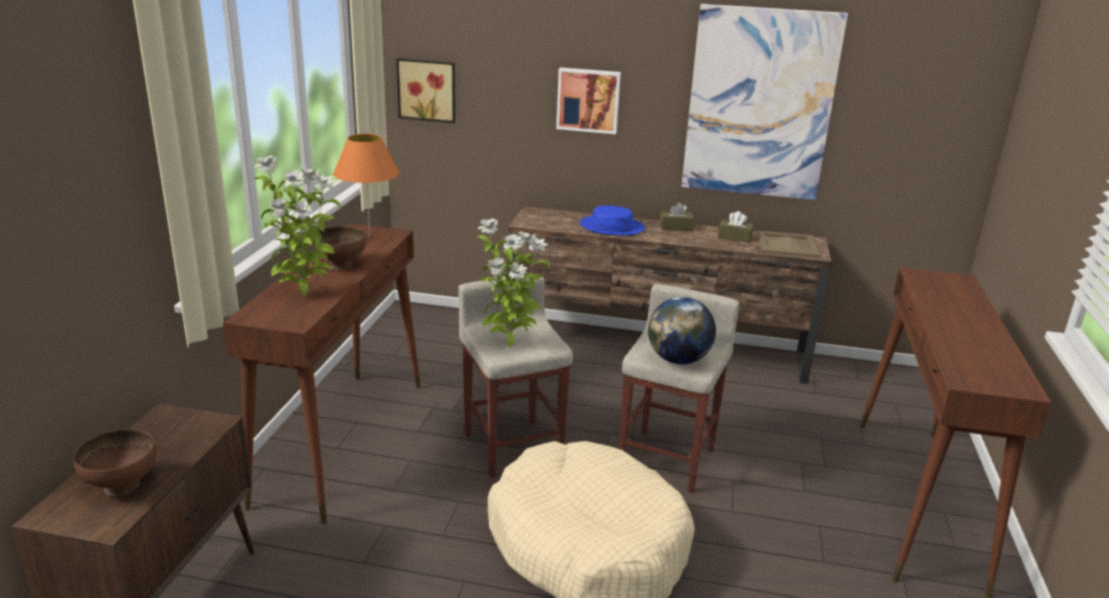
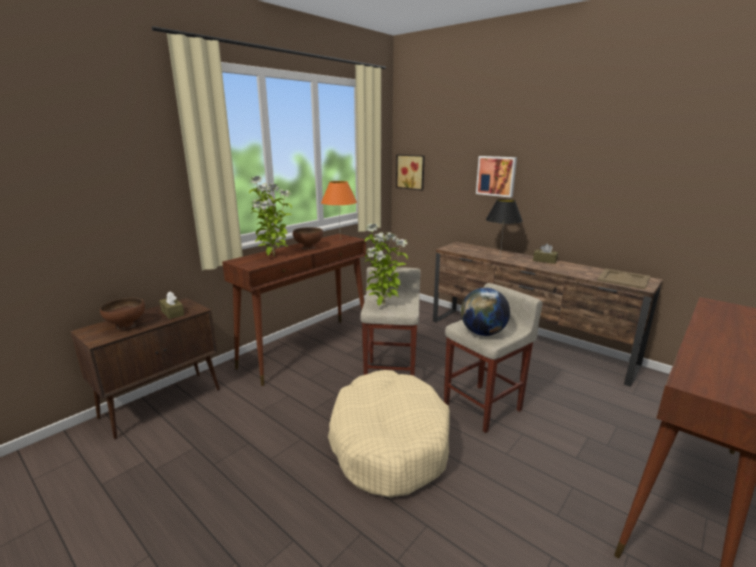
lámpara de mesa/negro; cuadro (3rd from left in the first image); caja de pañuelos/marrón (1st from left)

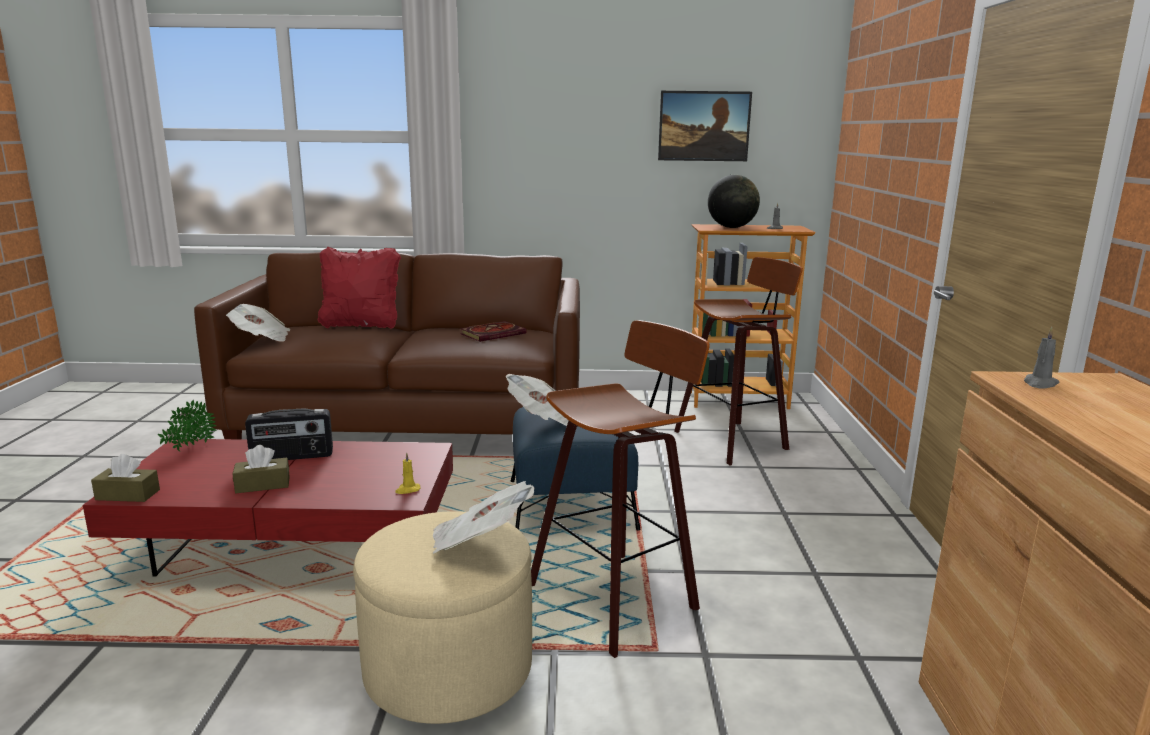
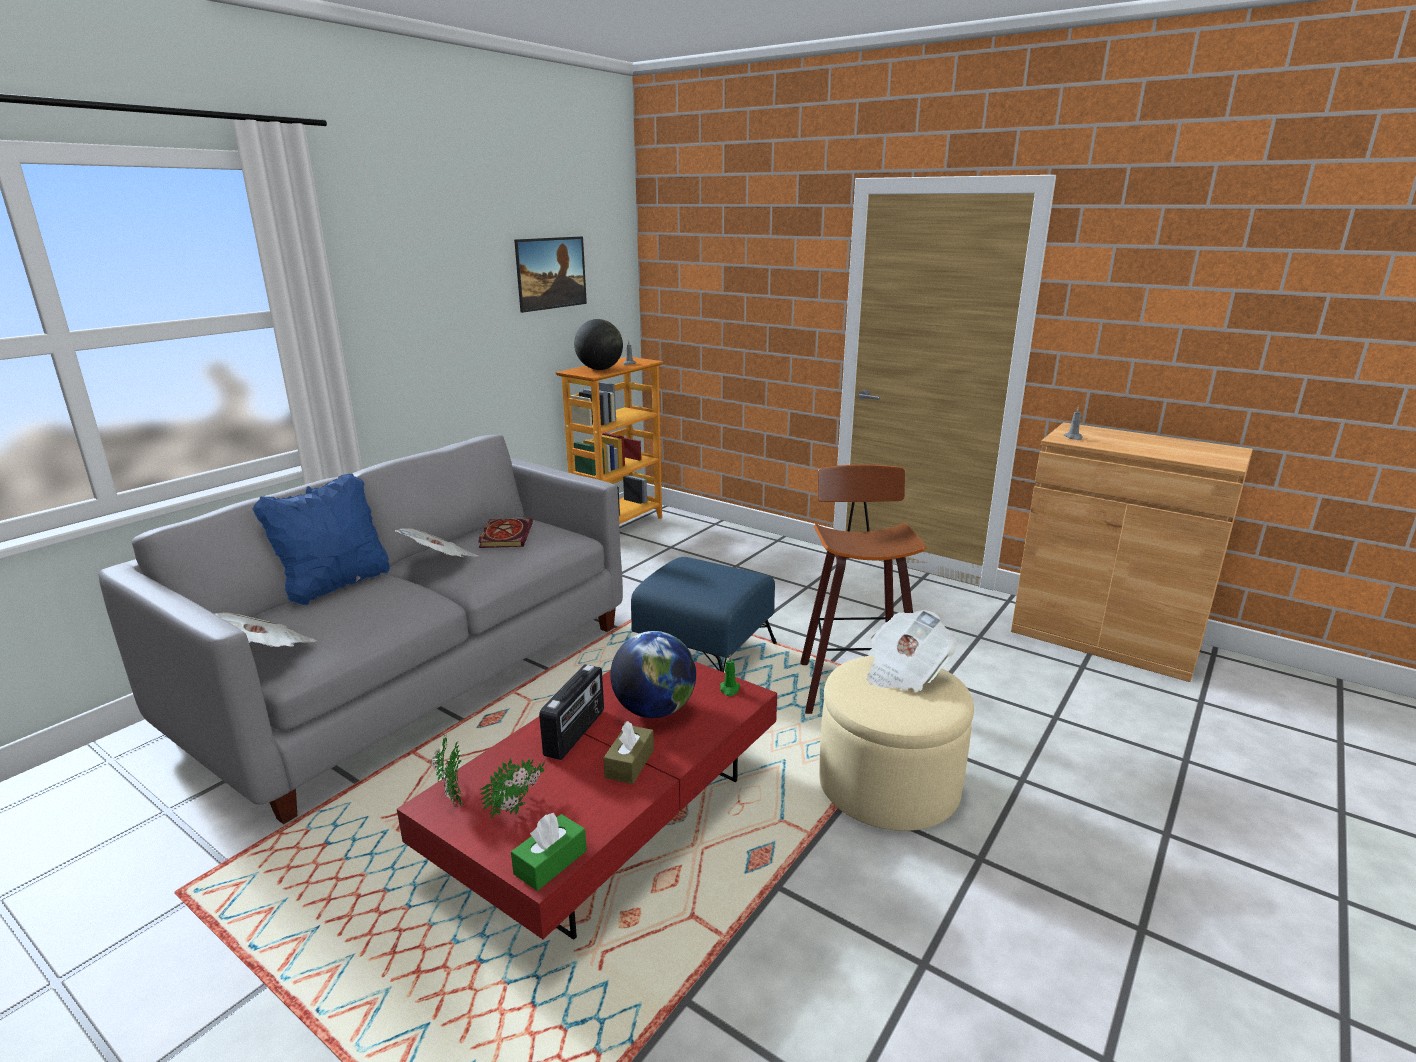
caja de pañuelos/verde; sofá/gris; cojín/azul; vela/verde; periódico (2nd from left); taburete (2nd from left in the first image); planta en maceta (2nd from left); globo terráqueo (2nd from left)

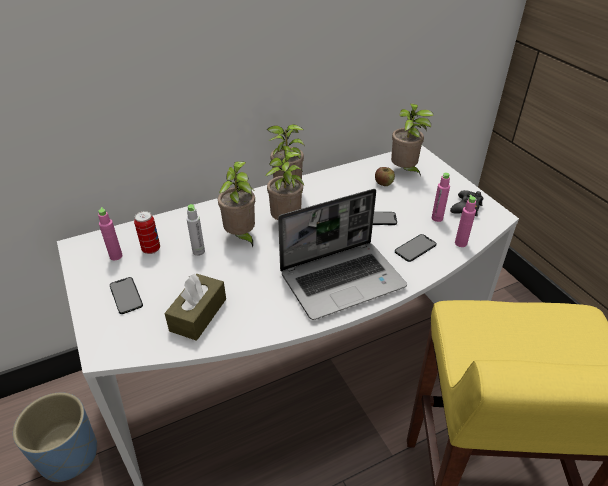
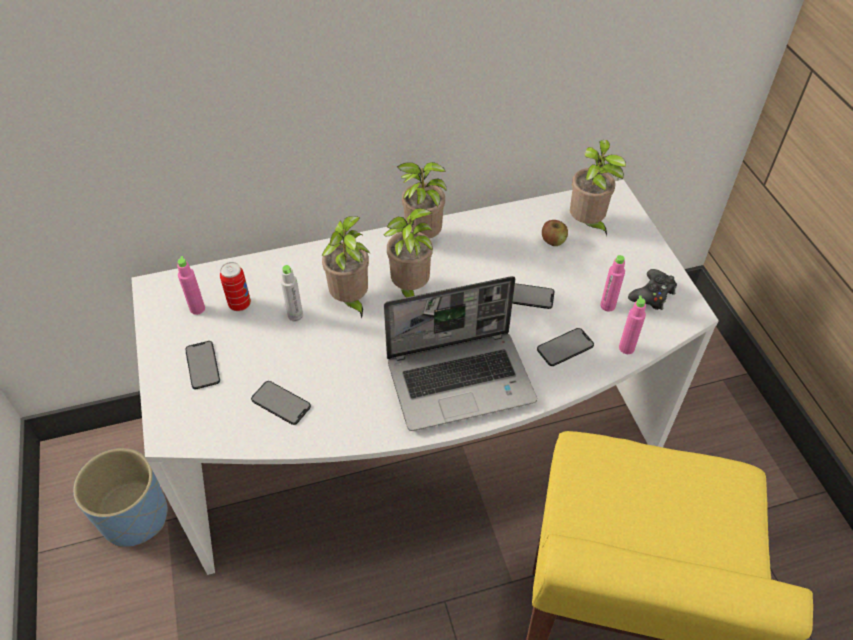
móvil (2nd from left)

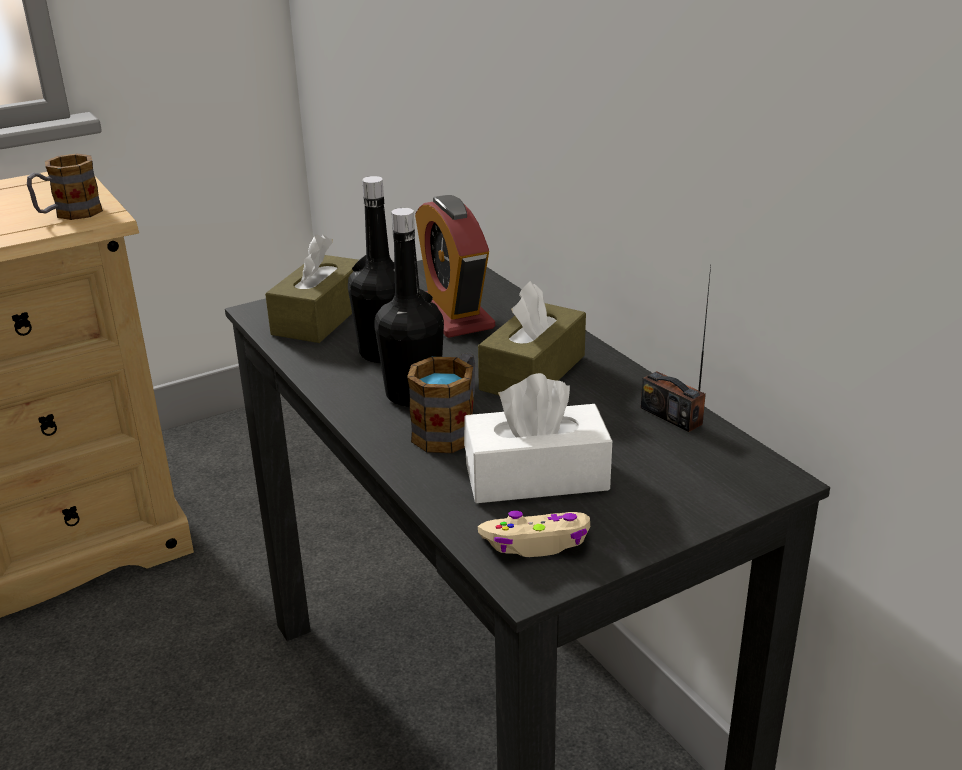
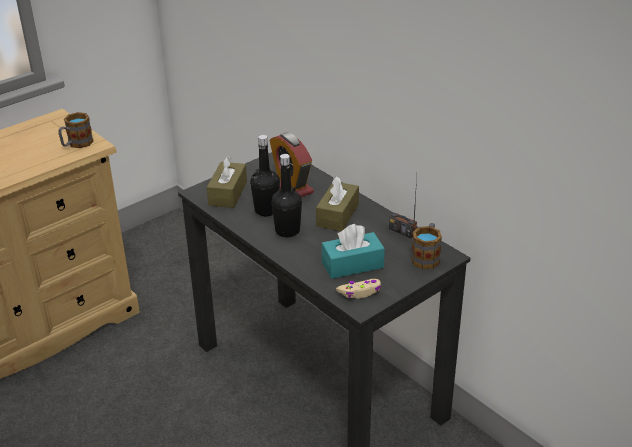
taza grande (2nd from left); caja de pañuelos/turquesa

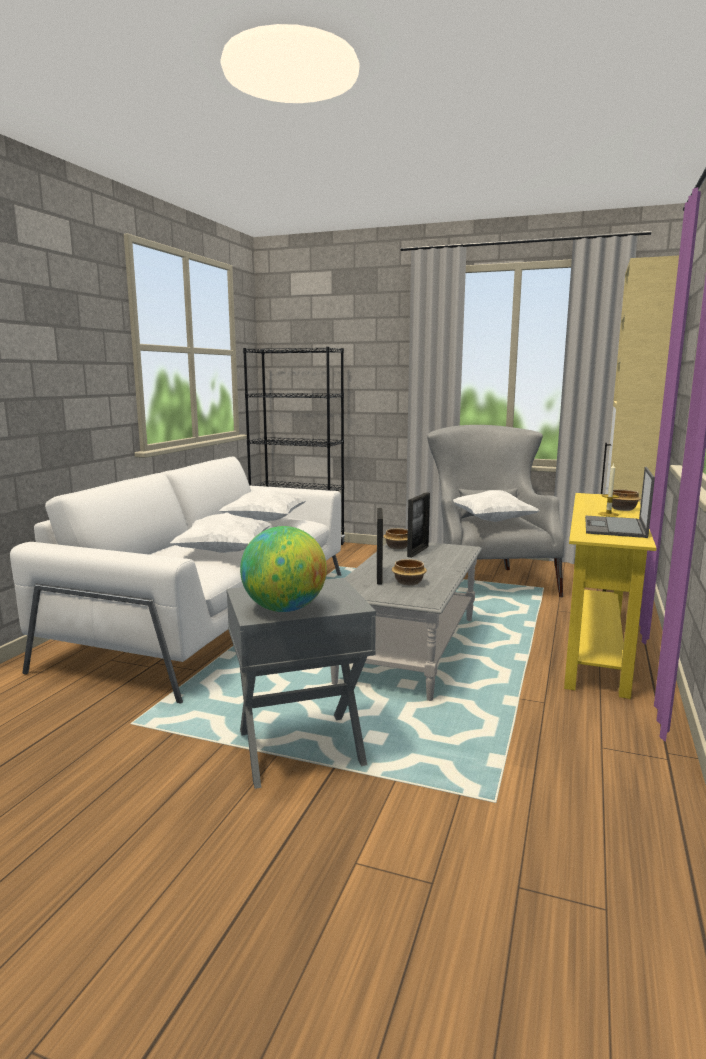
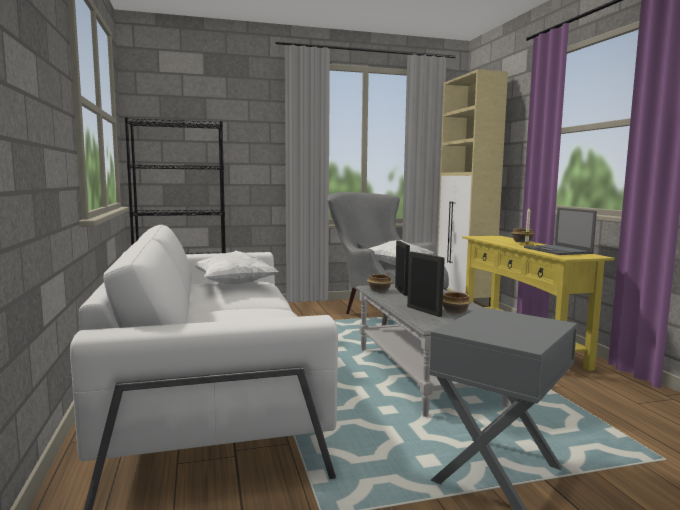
cojín/blanco (1st from left in the first image); globo terráqueo

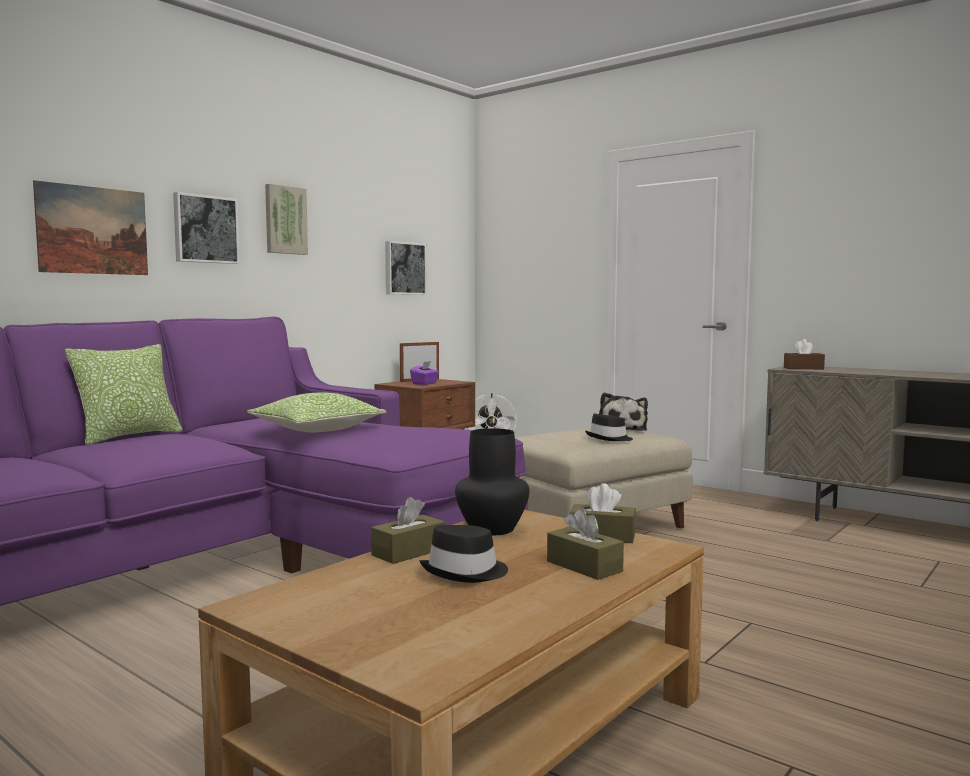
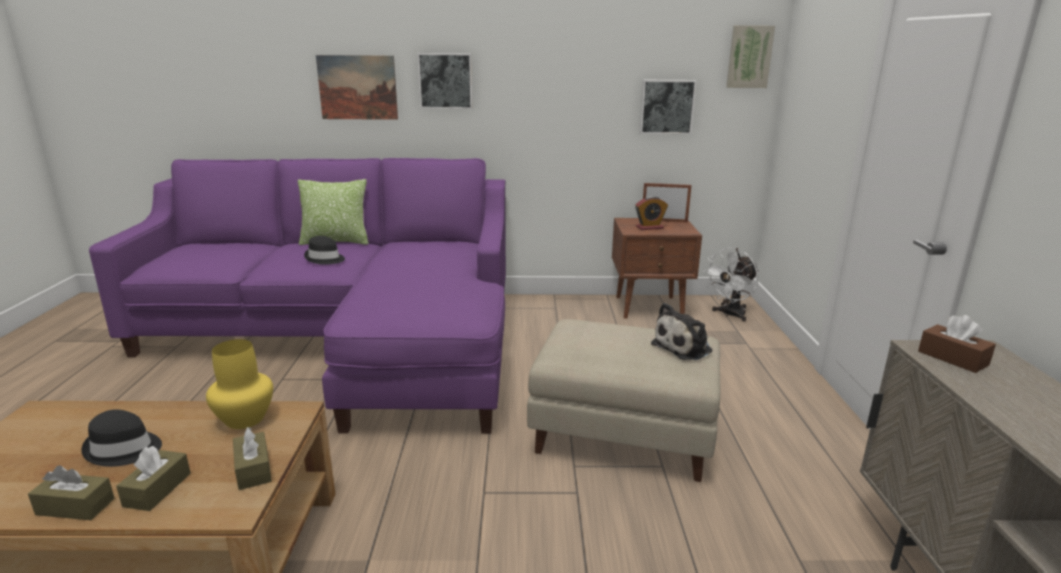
cojín (2nd from left in the first image); cuadro (4th from left); caja de pañuelos/marrón (1st from left); despertador; florero/amarillo; sombrero/negro (2nd from left)

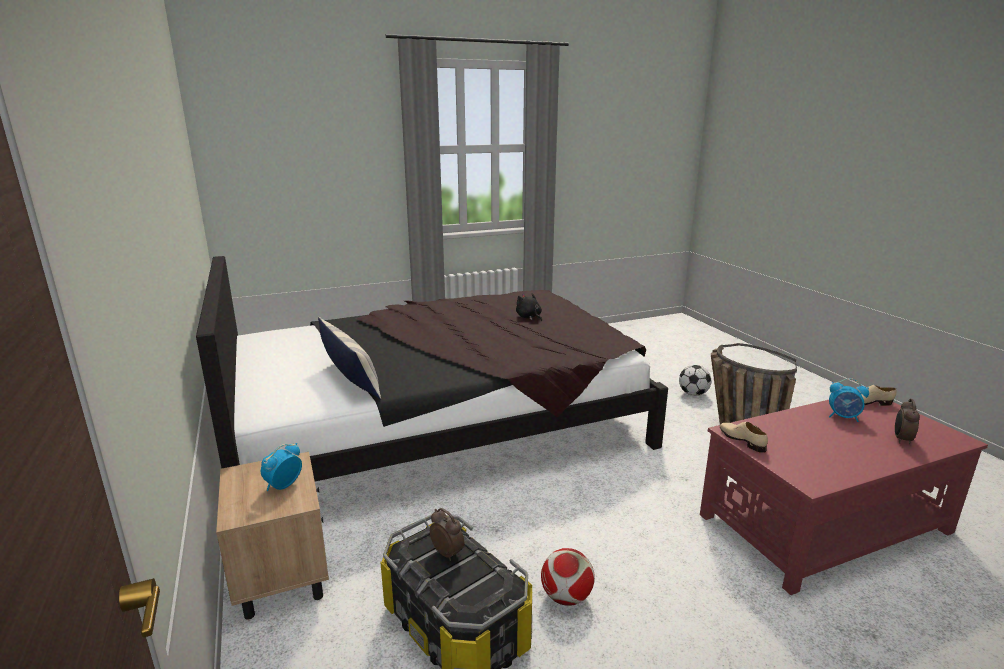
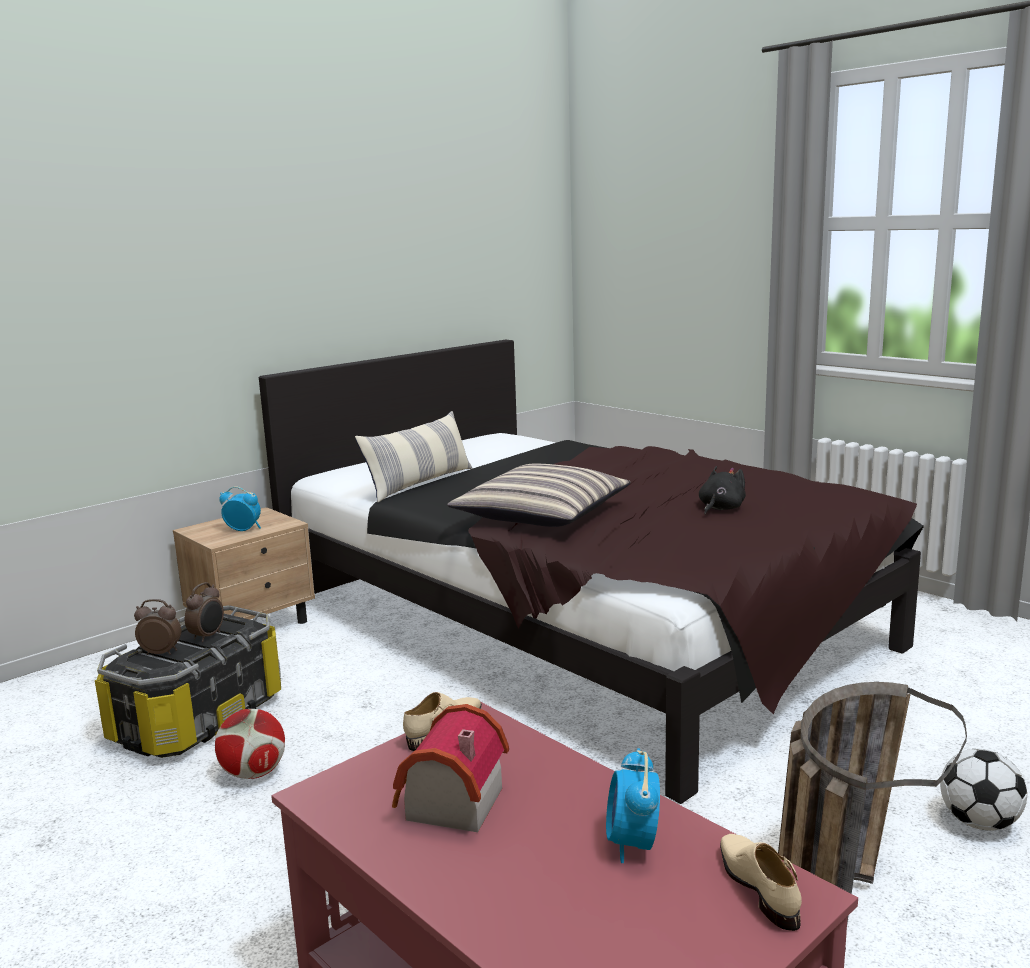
despertador (1st from left); casita; cojín (2nd from left)

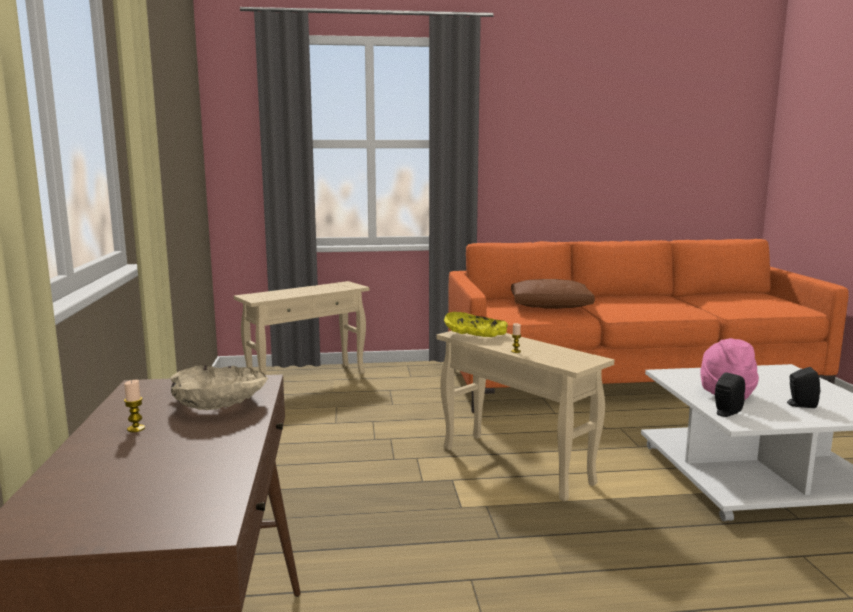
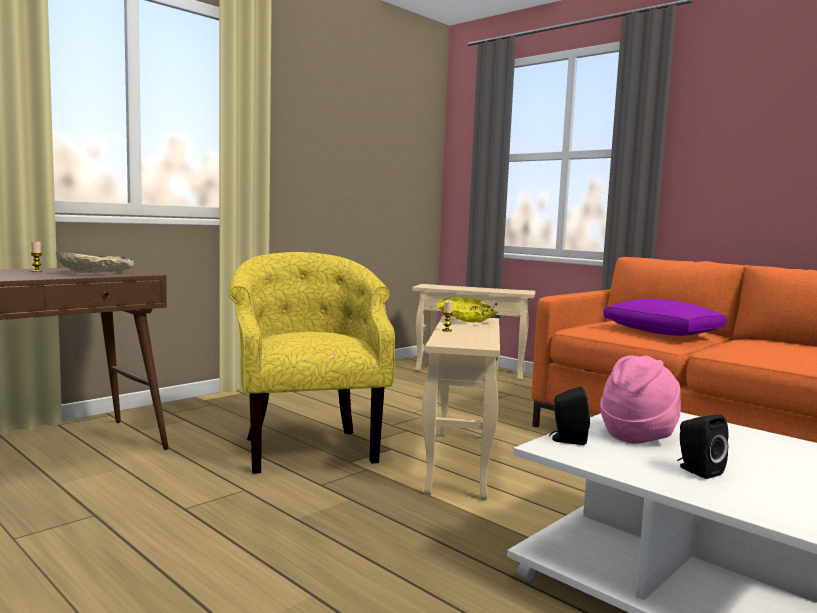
cojín/morado; sillón/amarillo

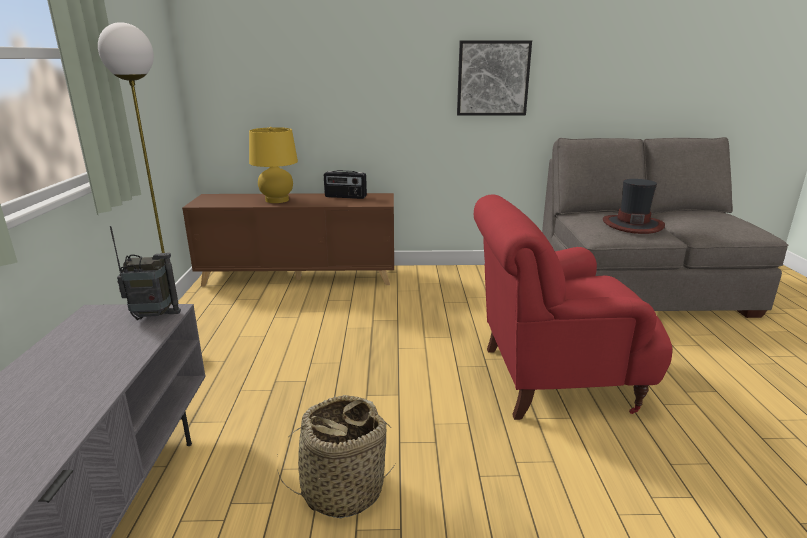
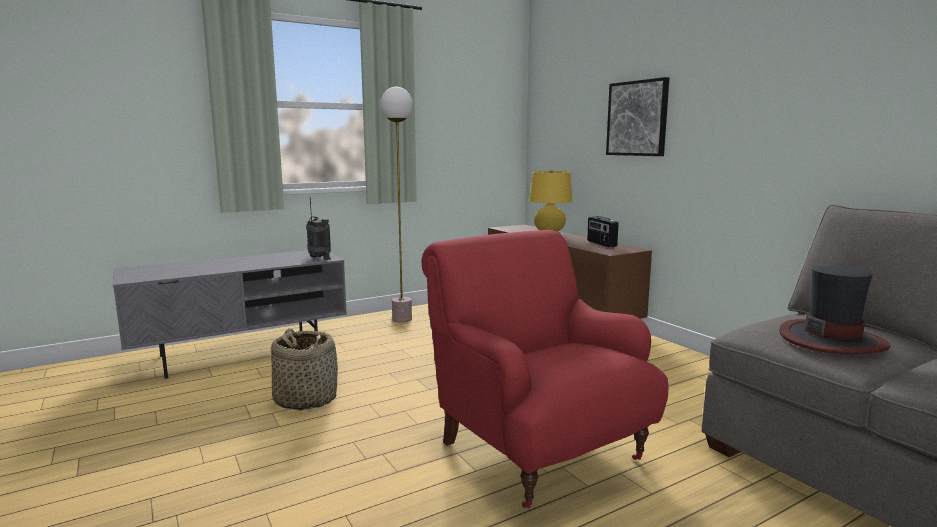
cuadro

